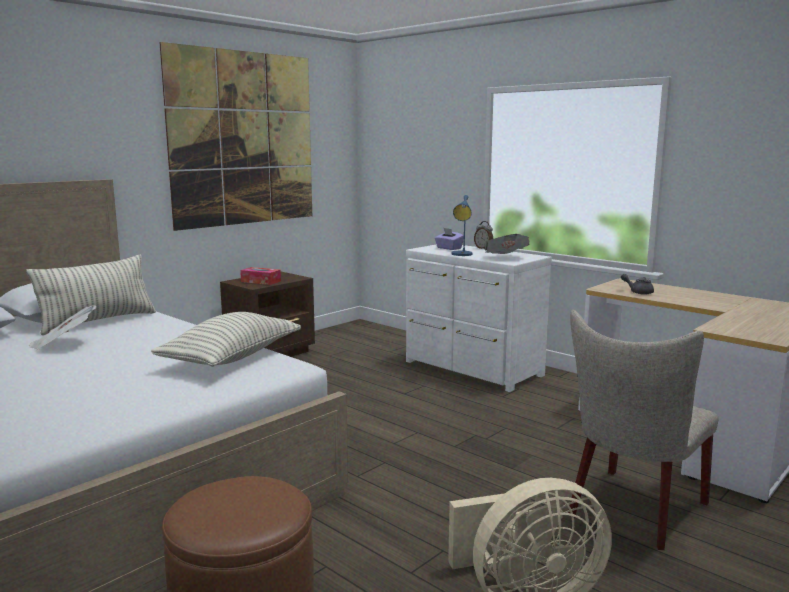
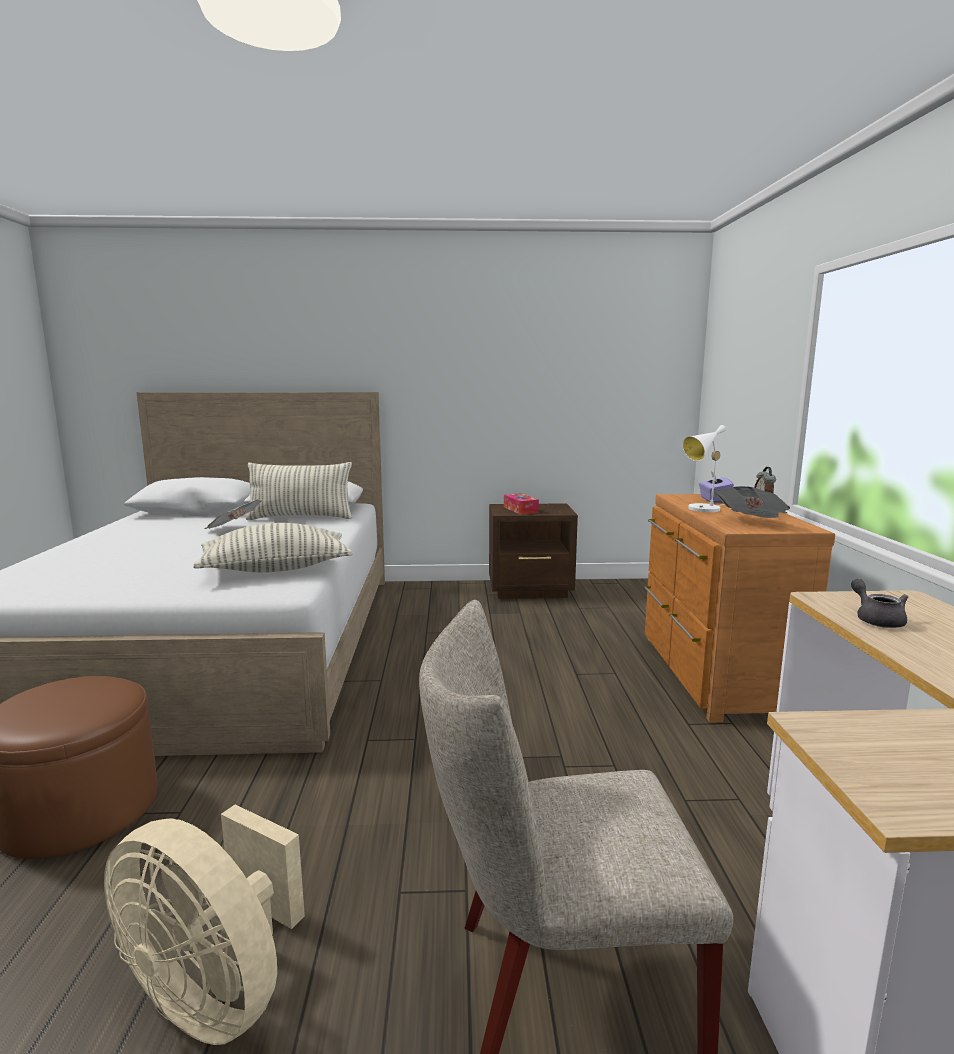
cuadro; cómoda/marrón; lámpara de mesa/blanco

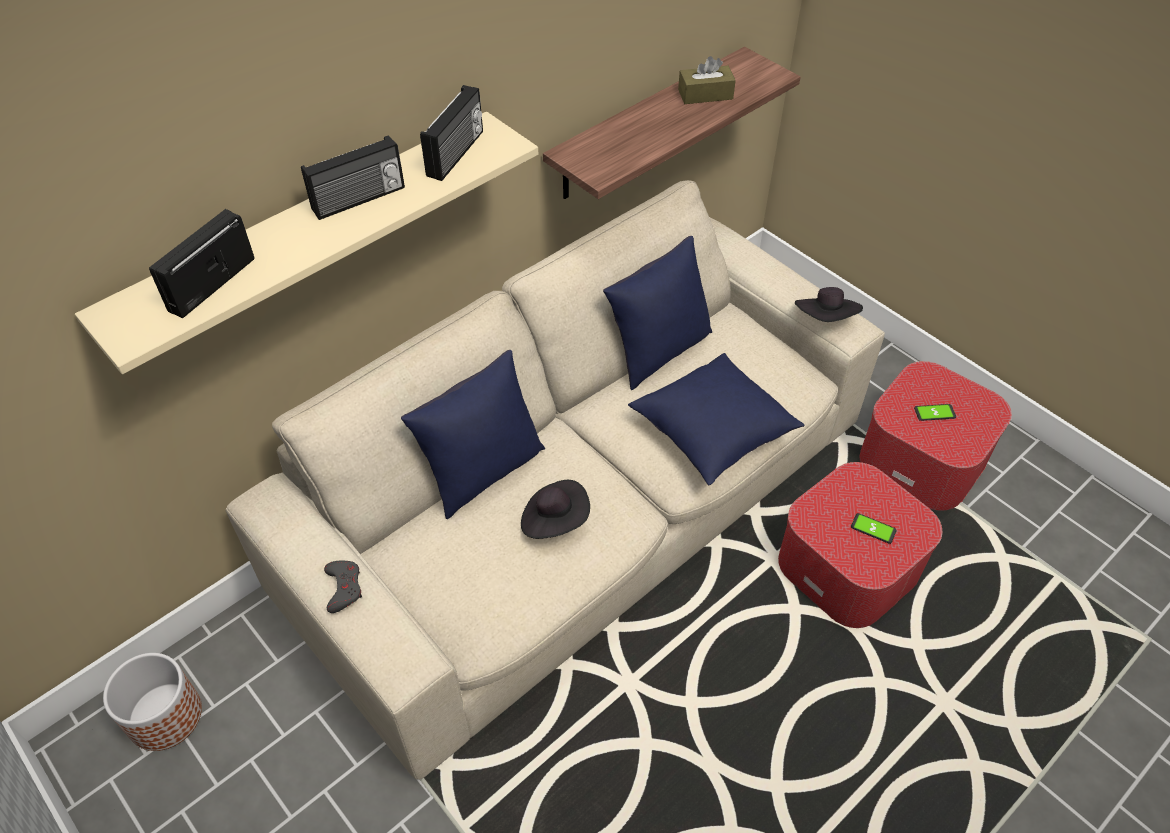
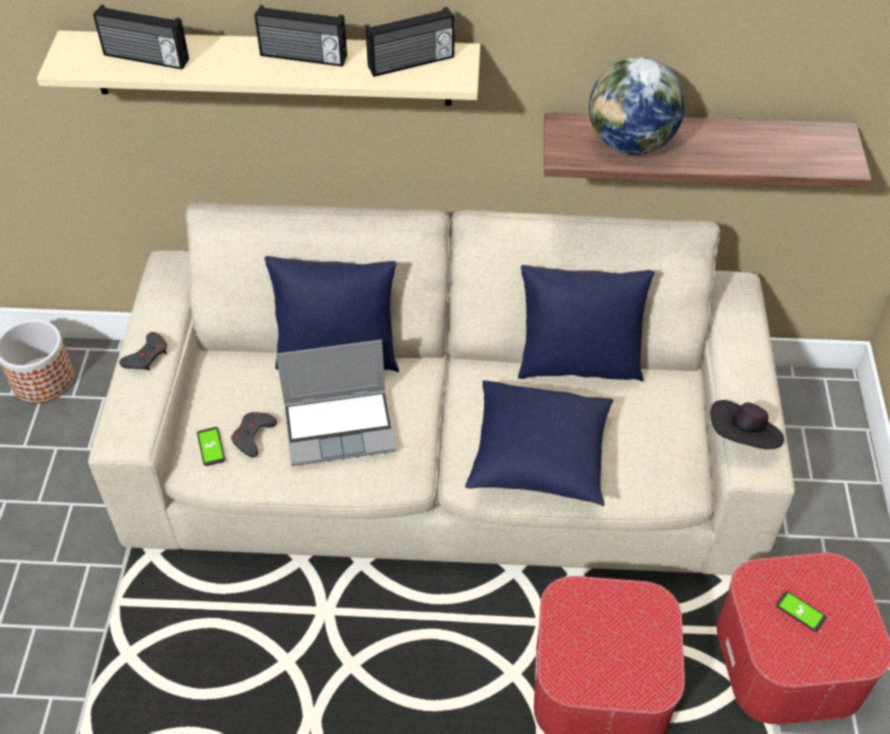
radio (1st from left); portátil; caja de pañuelos/marrón; móvil (1st from left); mando de consola/gris (2nd from left); globo terráqueo

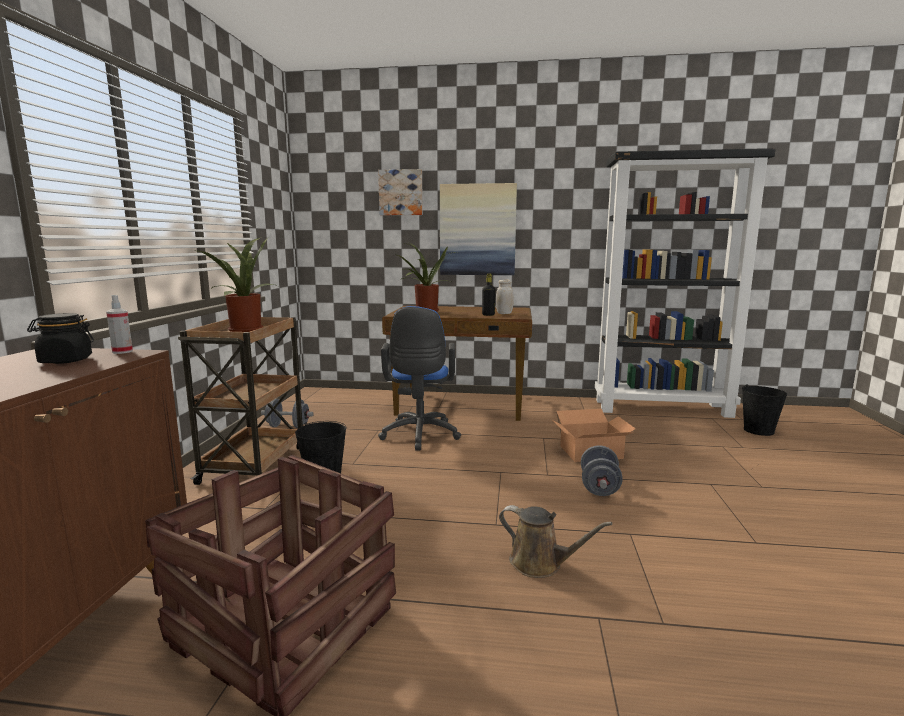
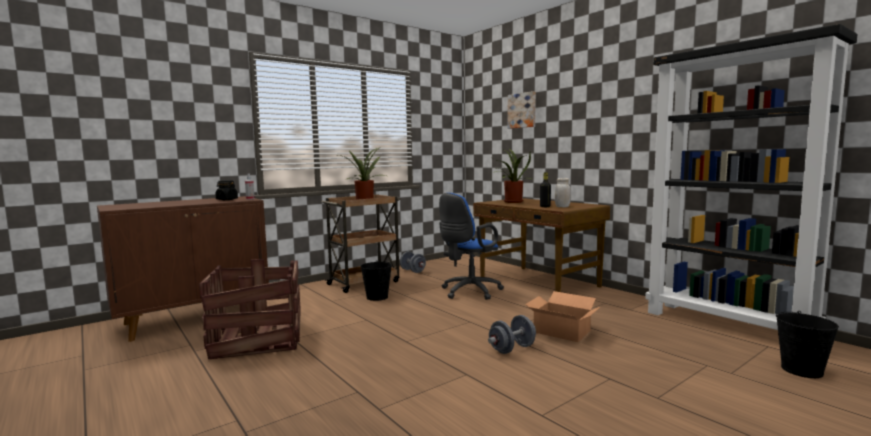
cuadro (2nd from left in the first image); regadera/marrón

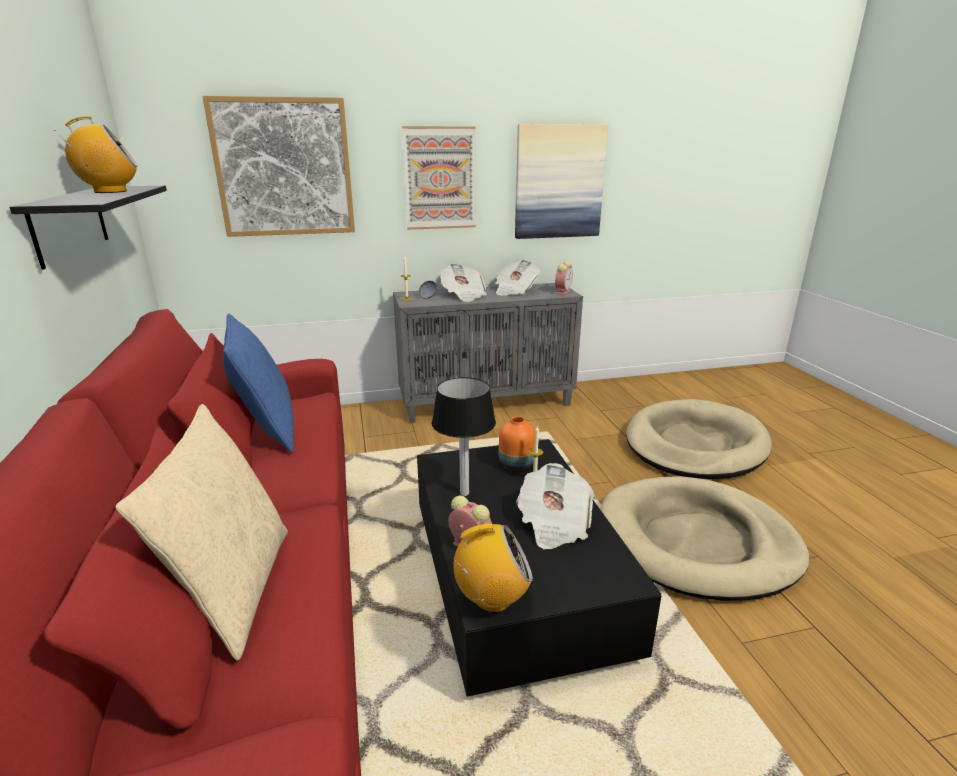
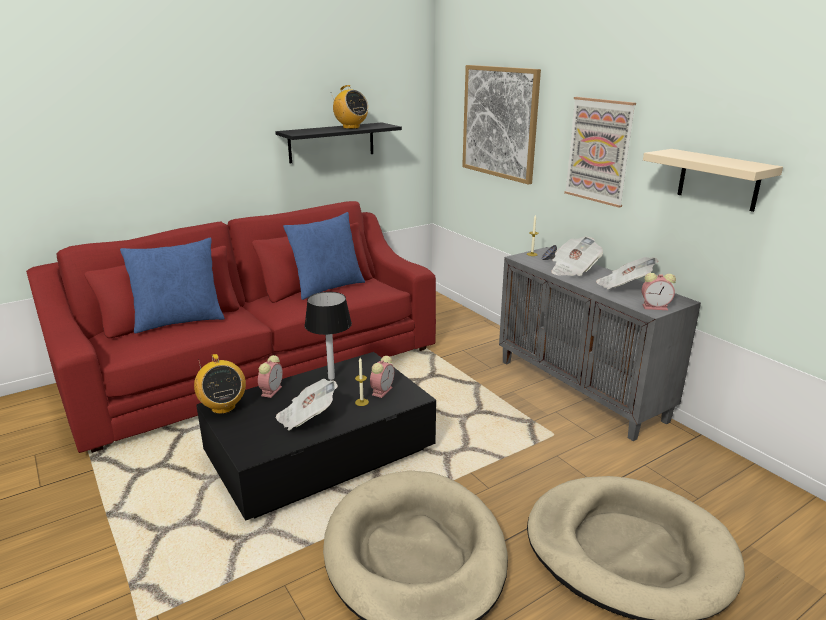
cojín/azul (1st from left); despertador (2nd from left); estante/beis

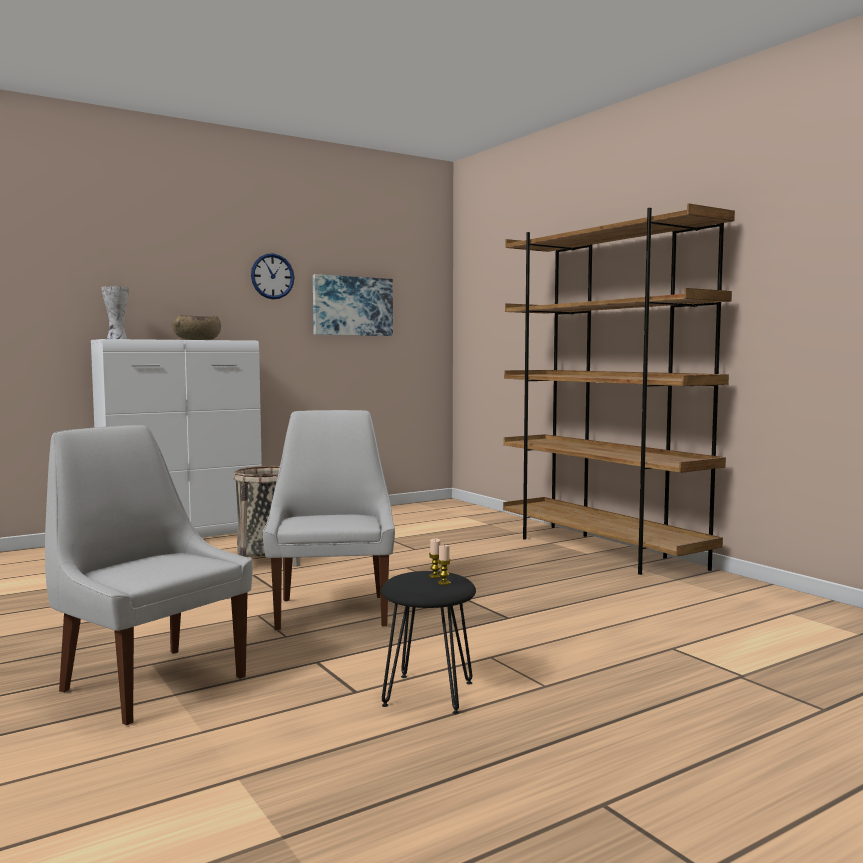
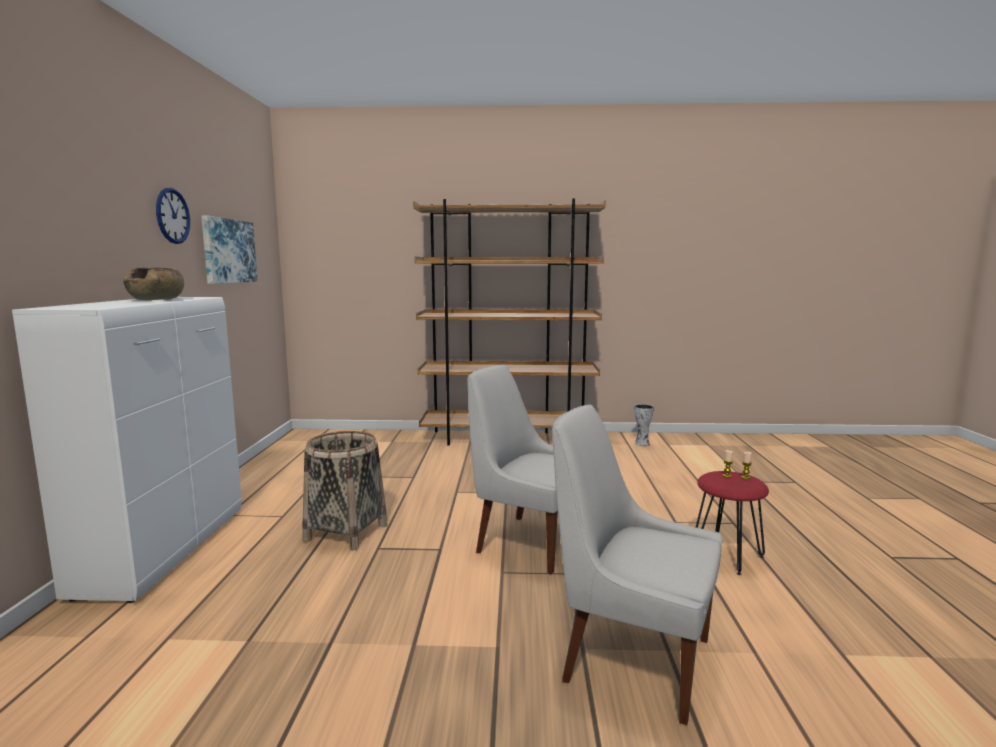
silla/blanco (2nd from left); florero; taburete/rojo

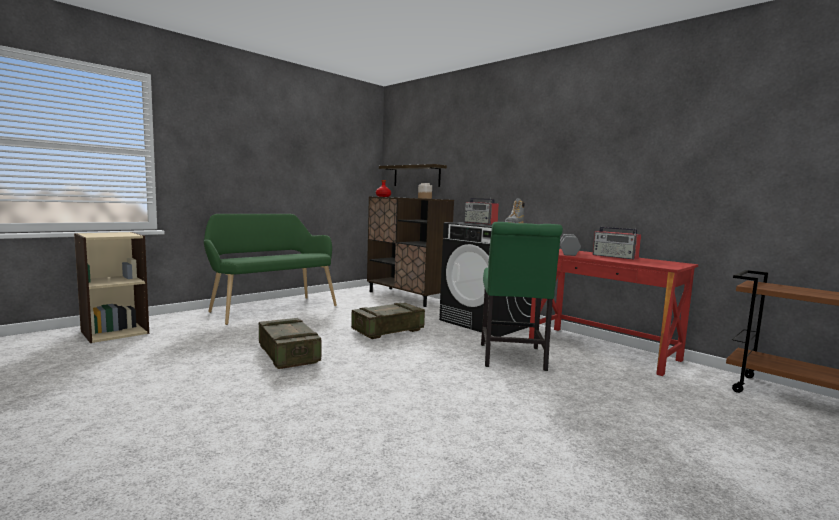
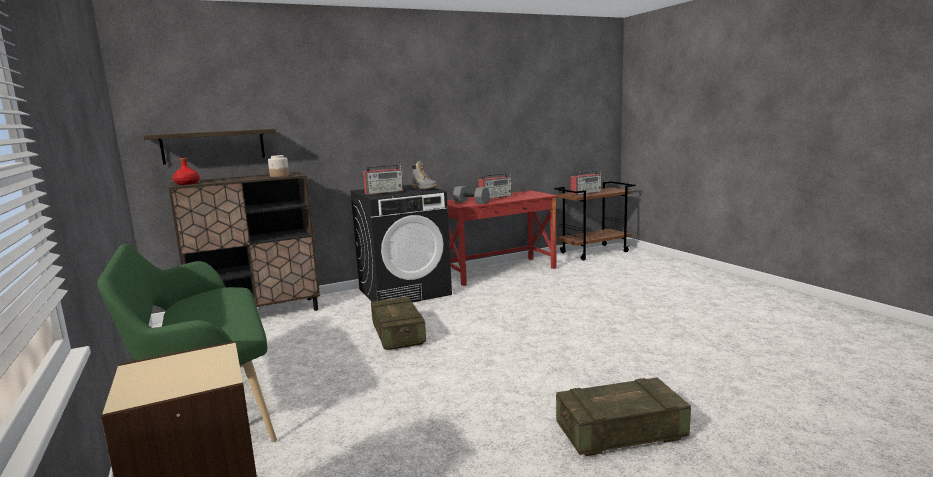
caja de embalaje (2nd from left); silla/verde; radio (3rd from left)

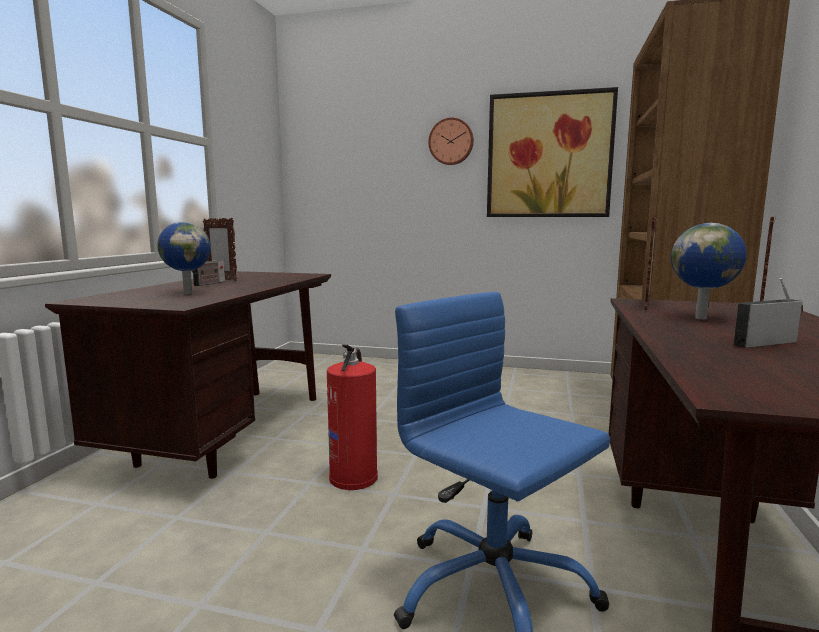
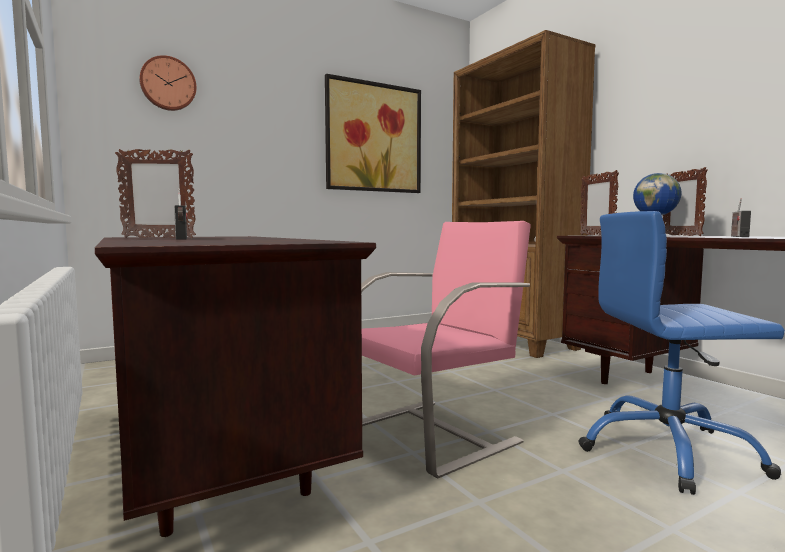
globo terráqueo (1st from left in the first image); silla/rosa; reloj de pared

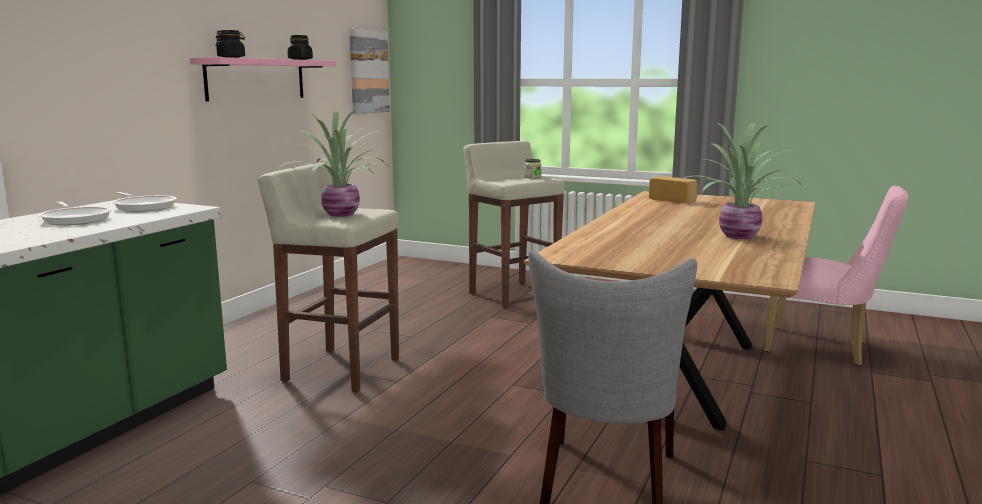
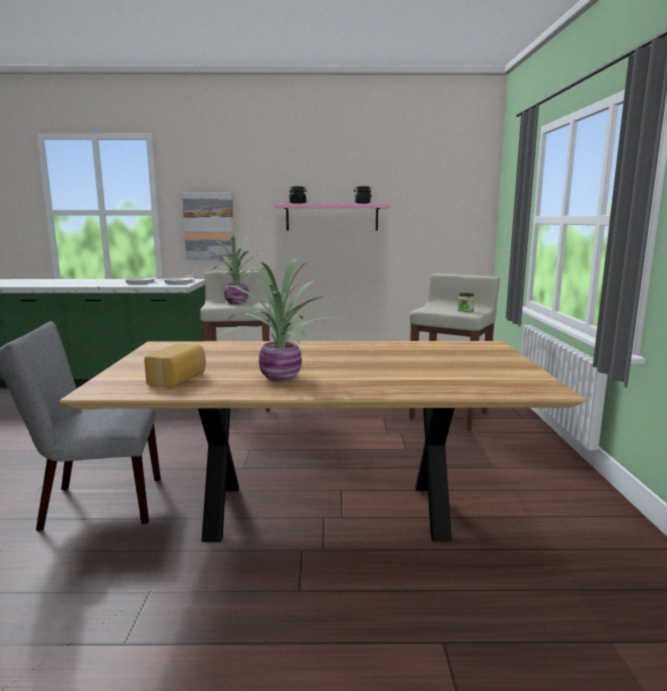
cuadro; pan; silla/rosa

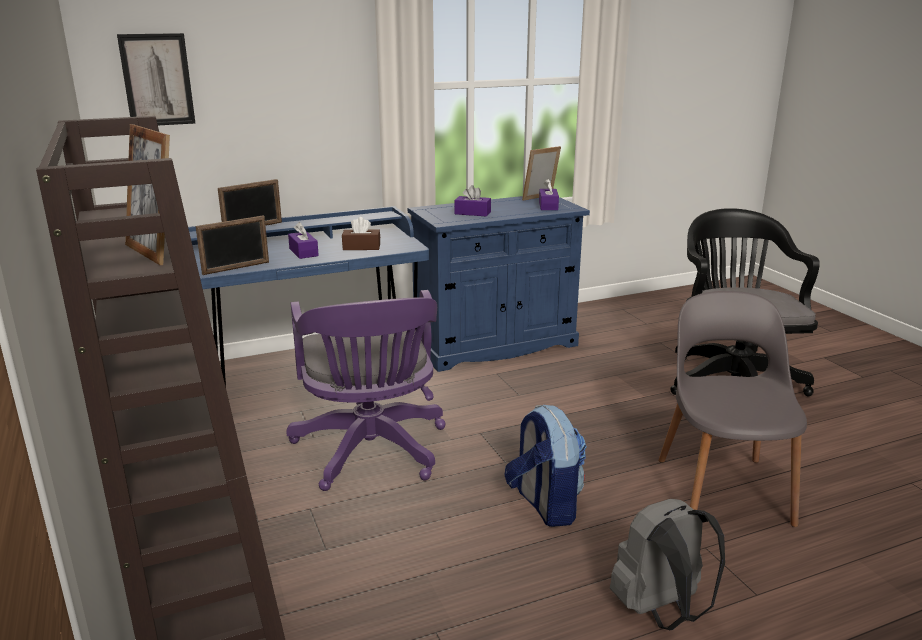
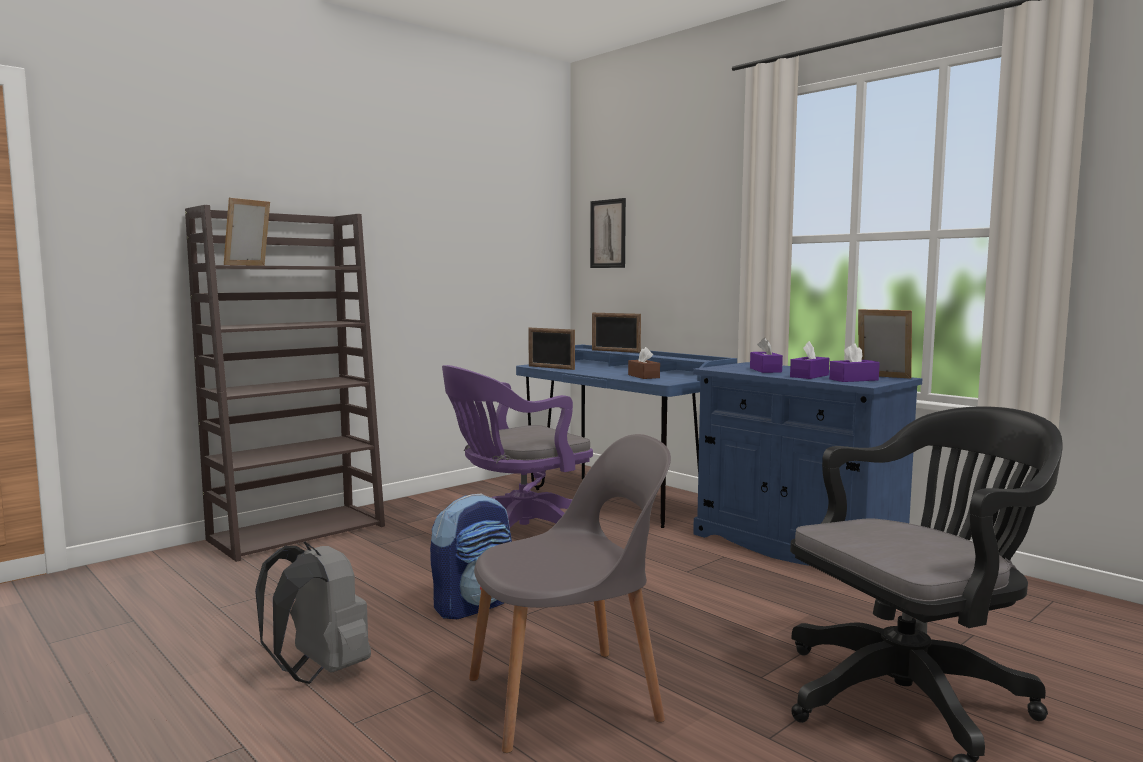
caja de pañuelos/morado (2nd from left)

